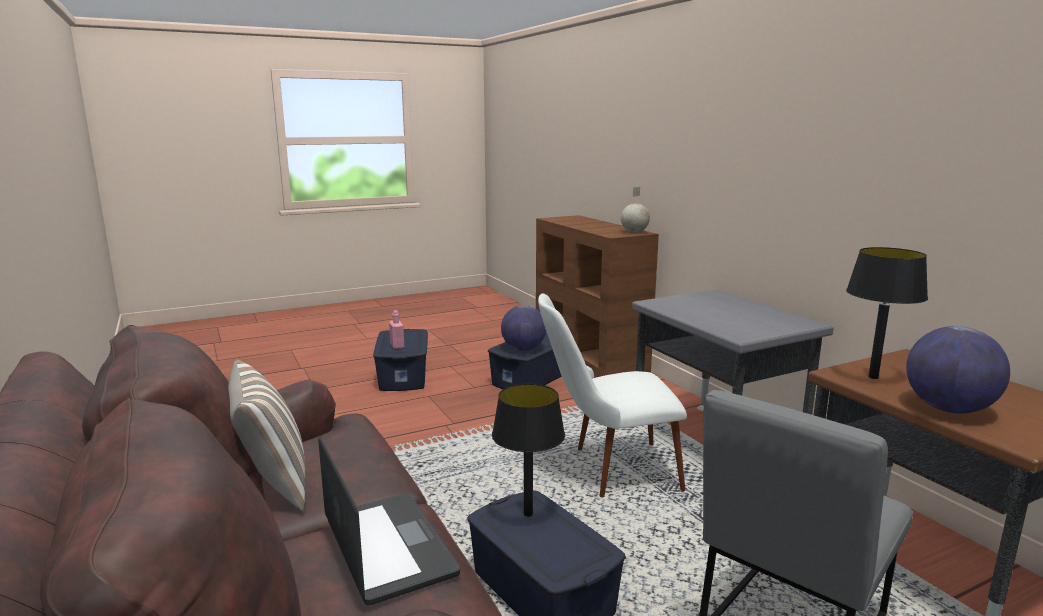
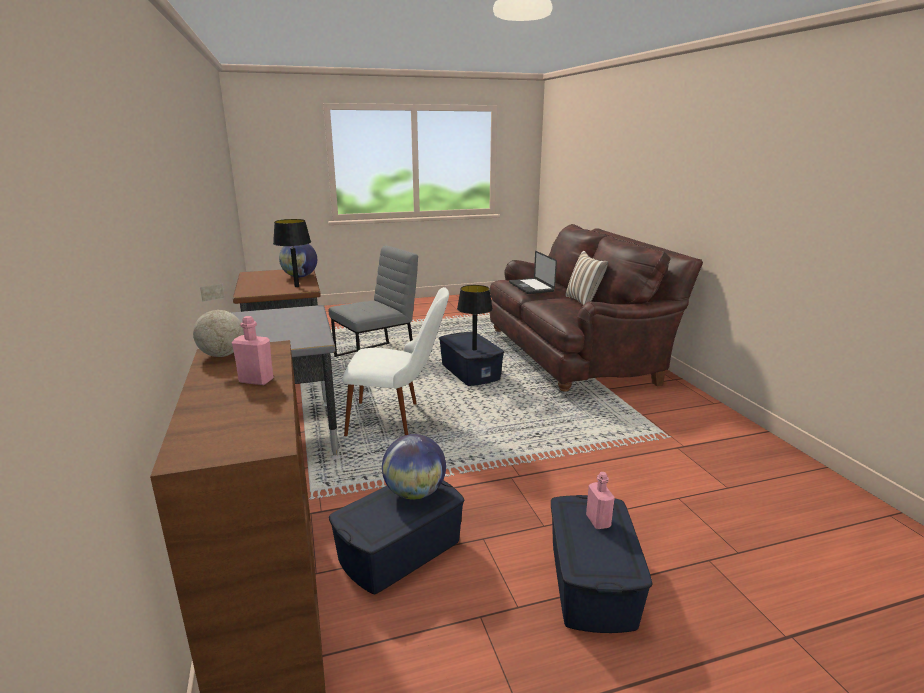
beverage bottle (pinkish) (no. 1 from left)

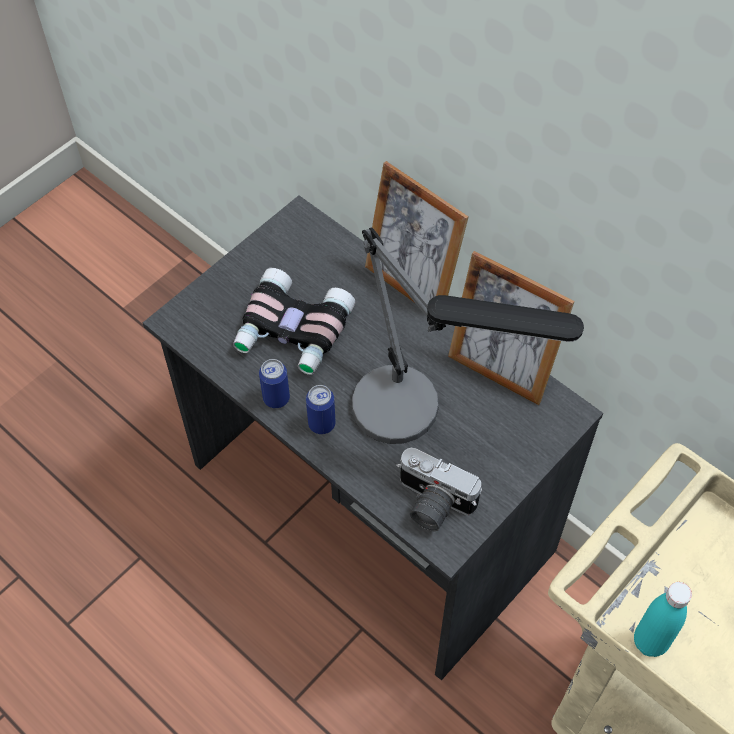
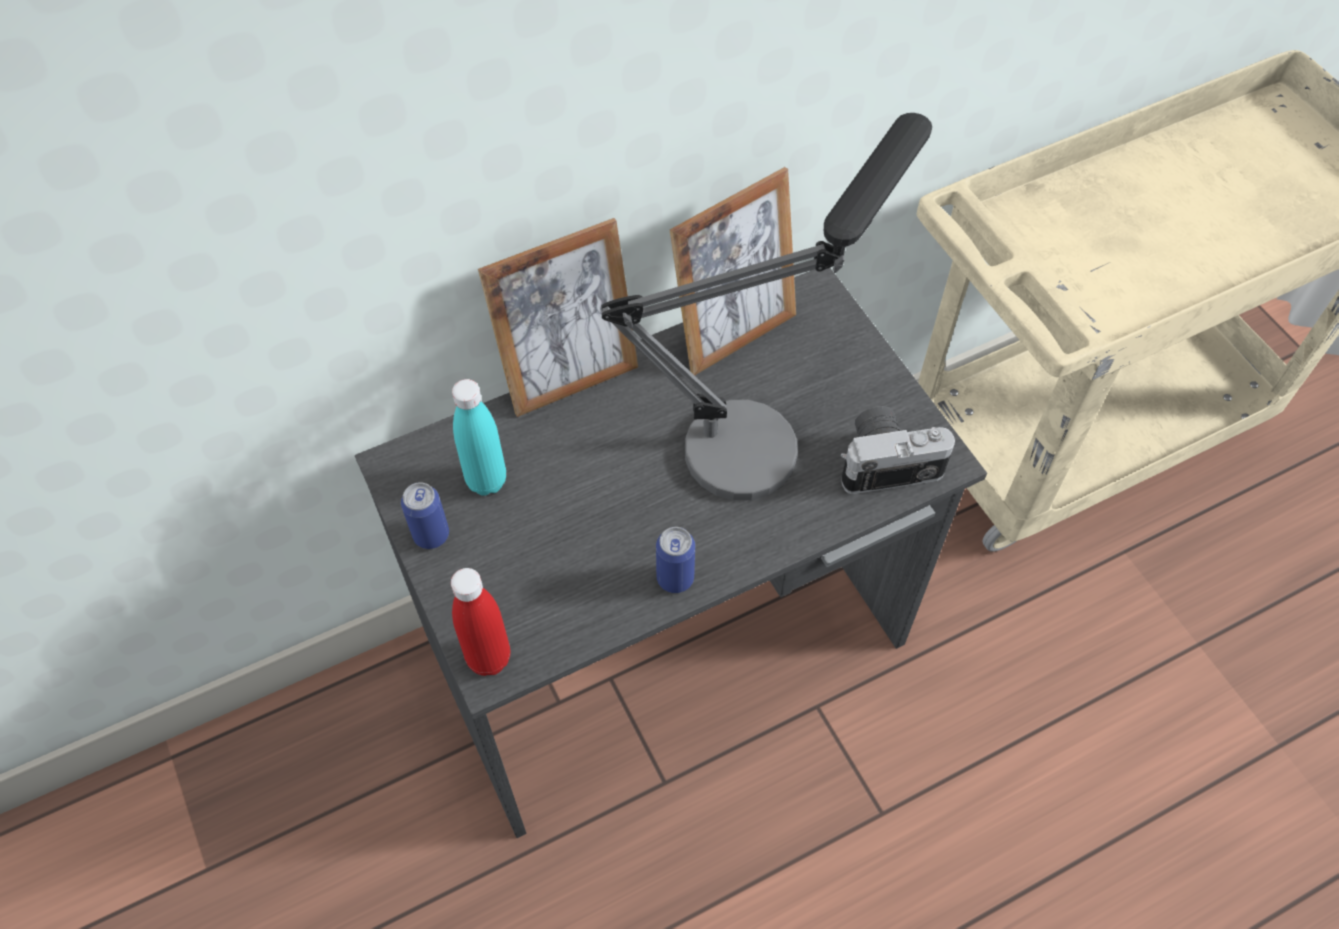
pair of binoculars
metal can (no. 1 from left)
still camera
beverage bottle (turquoise)
beverage bottle (red)

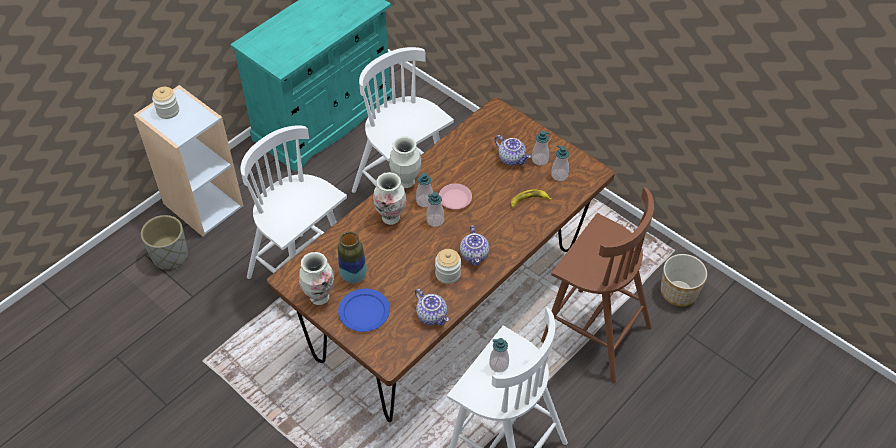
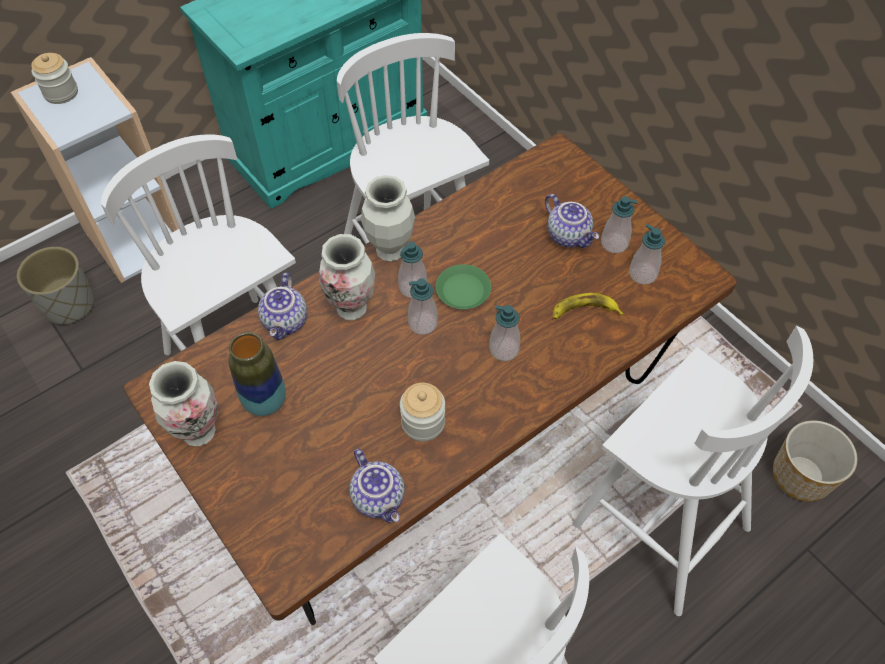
flat dish (greenish)
stool (white) (no. 4 from left)
teapot (no. 1 from left)
flat dish (blue-coloured)
liquid soap bottle (no. 3 from left)

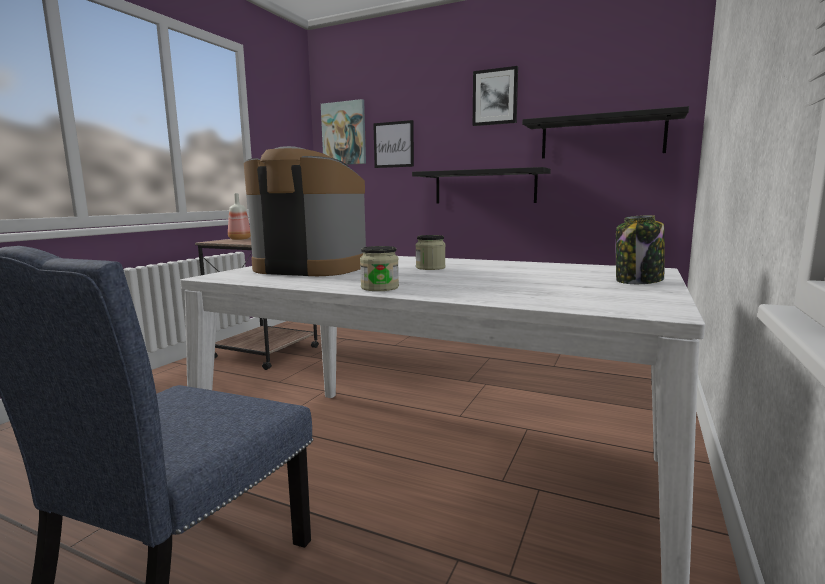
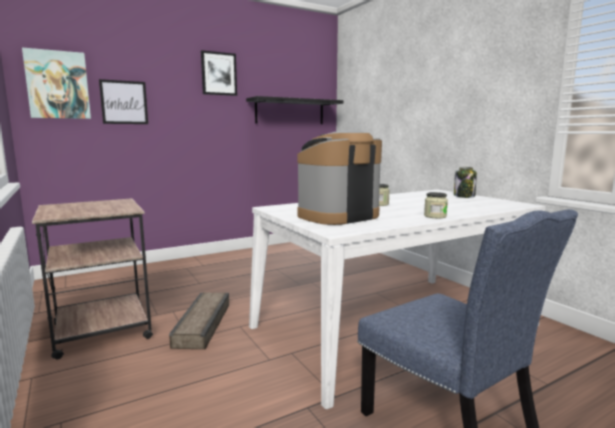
bracket shelf (black-coloured) (no. 1 from left in the first image)
beverage bottle
packing crate

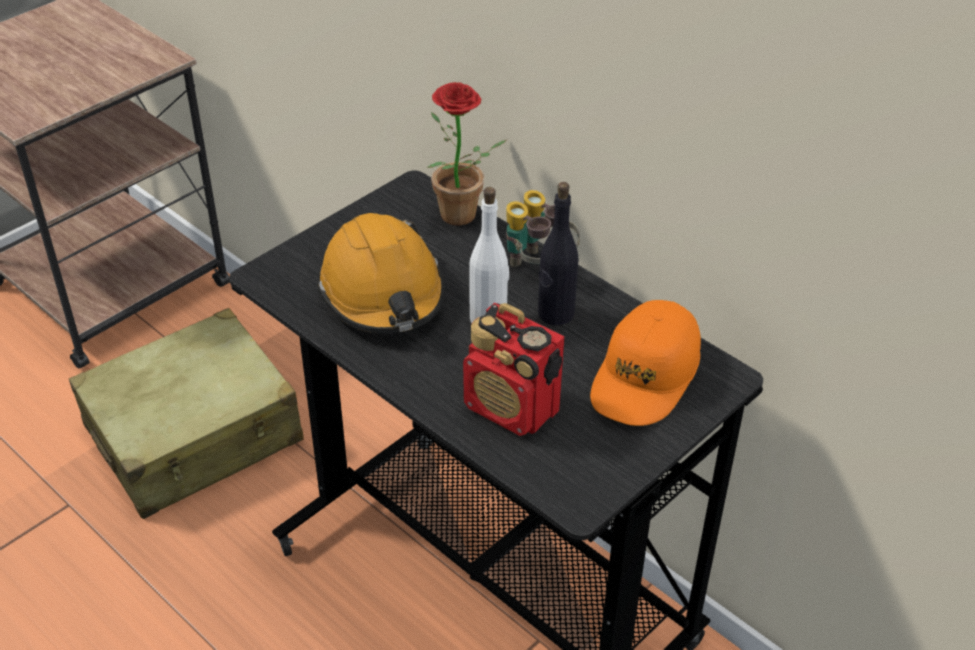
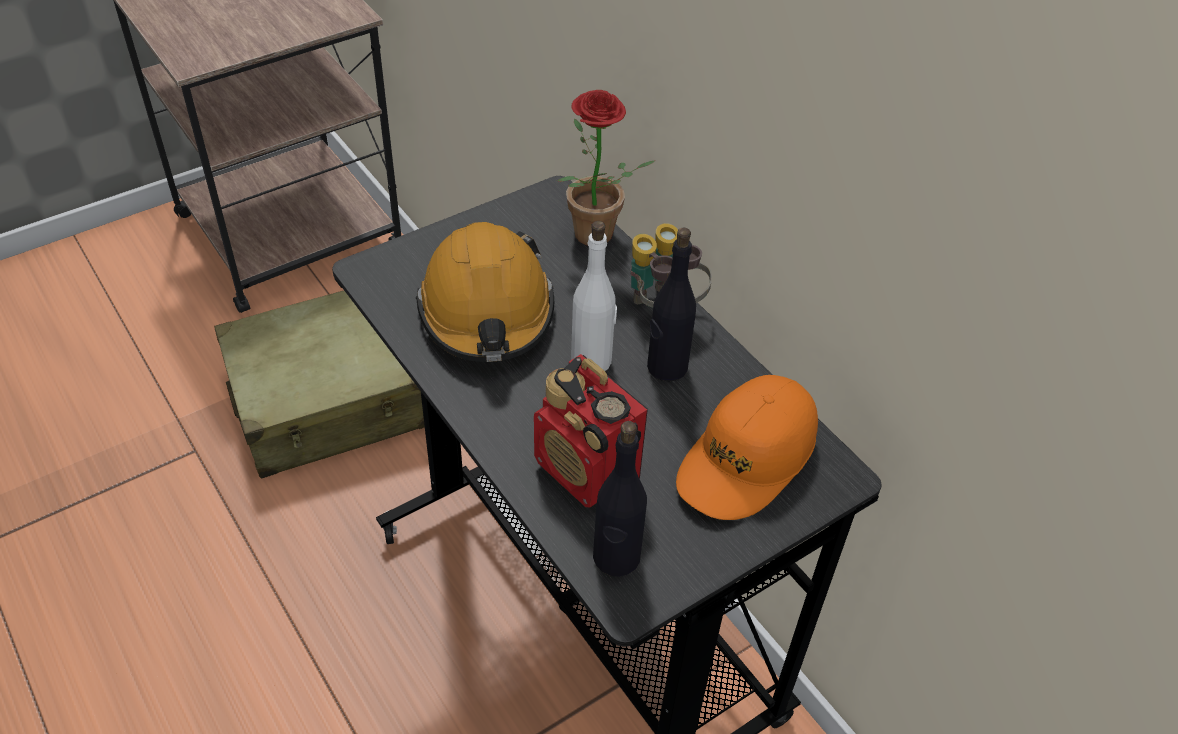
beverage bottle (black-coloured) (no. 1 from left)

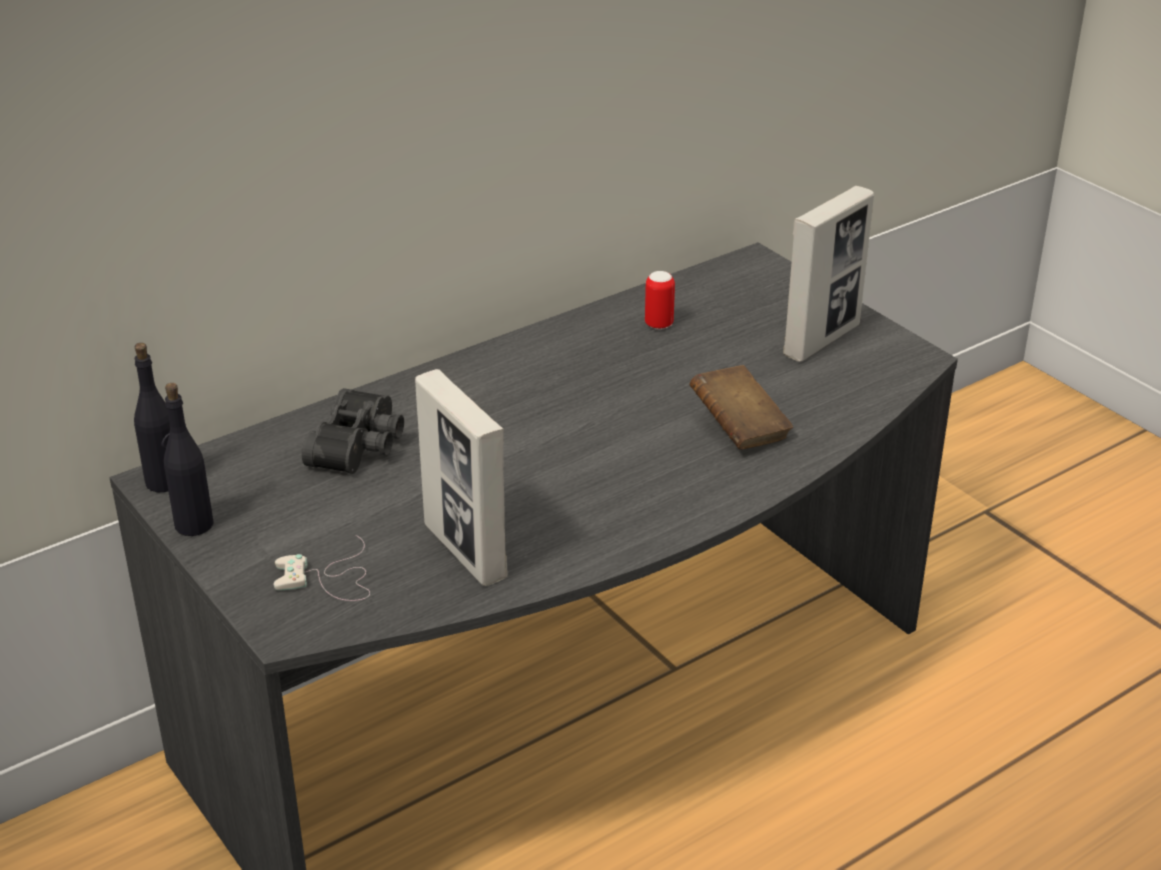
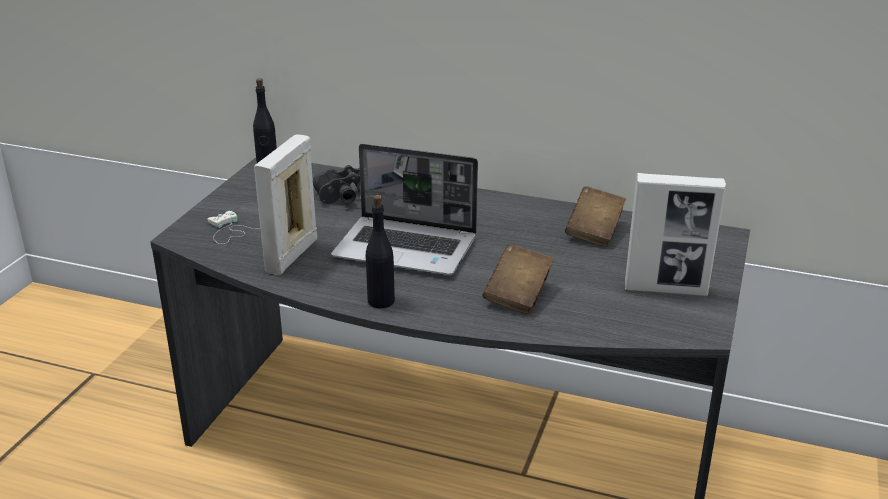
volume (brown-coloured) (no. 2 from left)
beverage bottle (black-coloured) (no. 2 from left)
portable computer

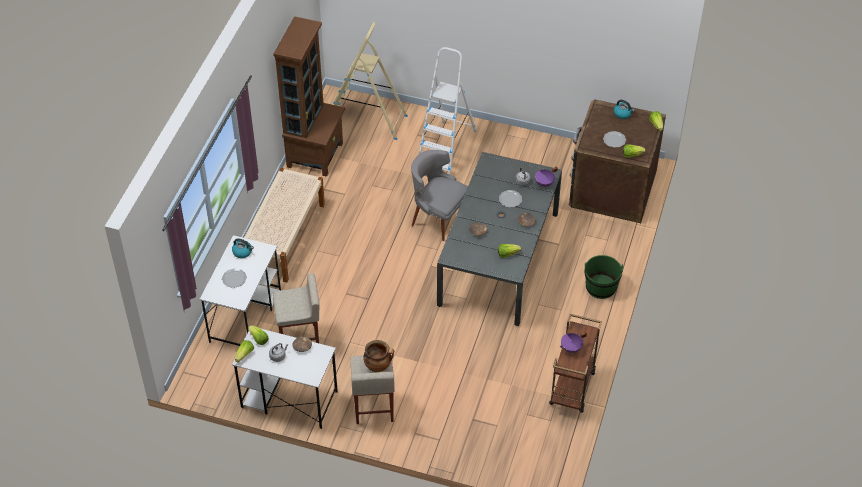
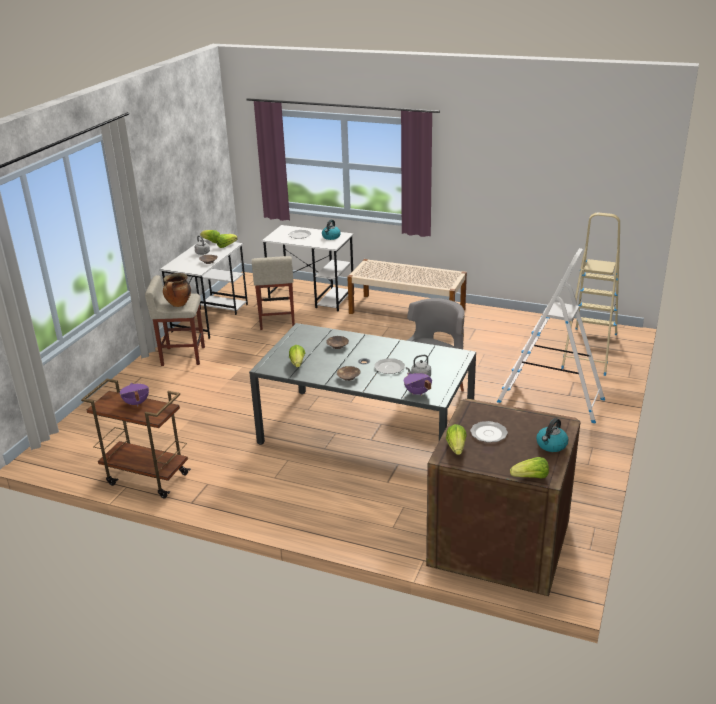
cabinet (brown-coloured)
water bucket (greenish)

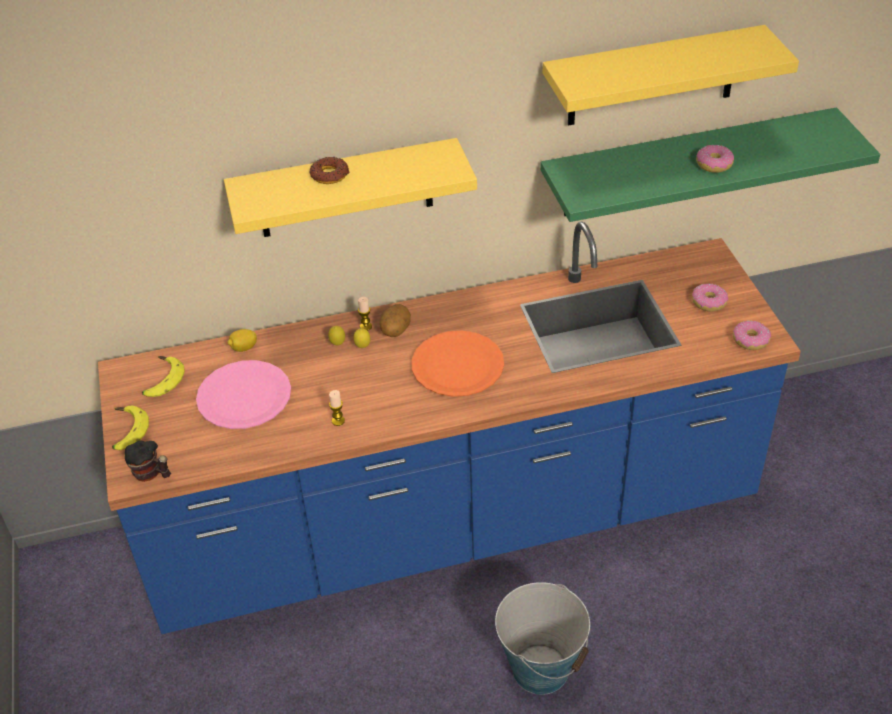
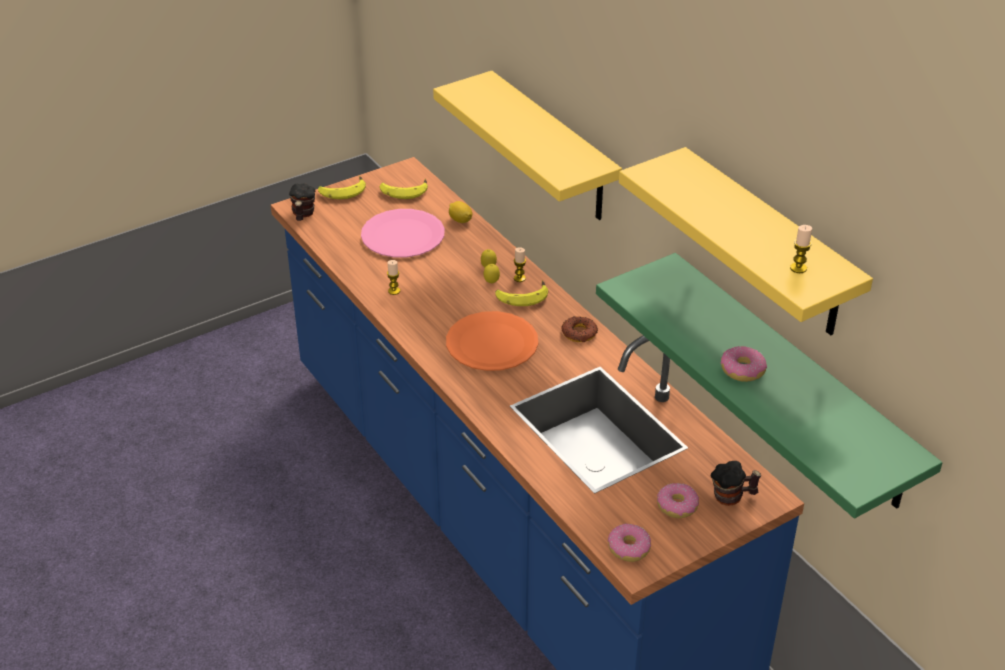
donut (no. 1 from left)
whole banana (no. 3 from left)
water bucket
wax light (no. 3 from left)
mug (no. 2 from left)

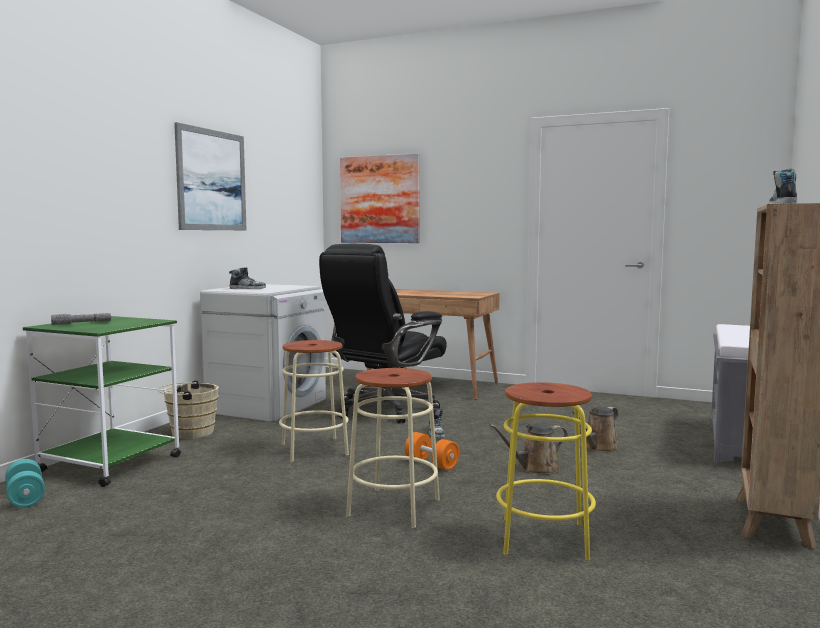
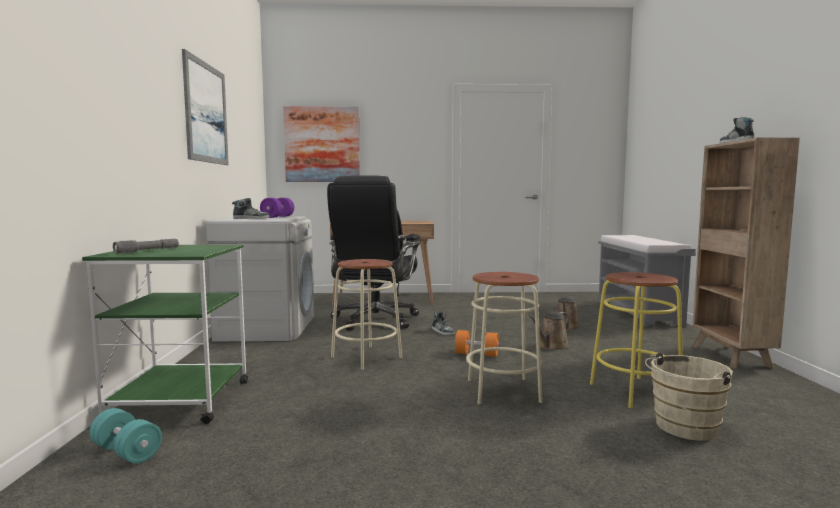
water bucket (sand-coloured)
hand weight (purple)

